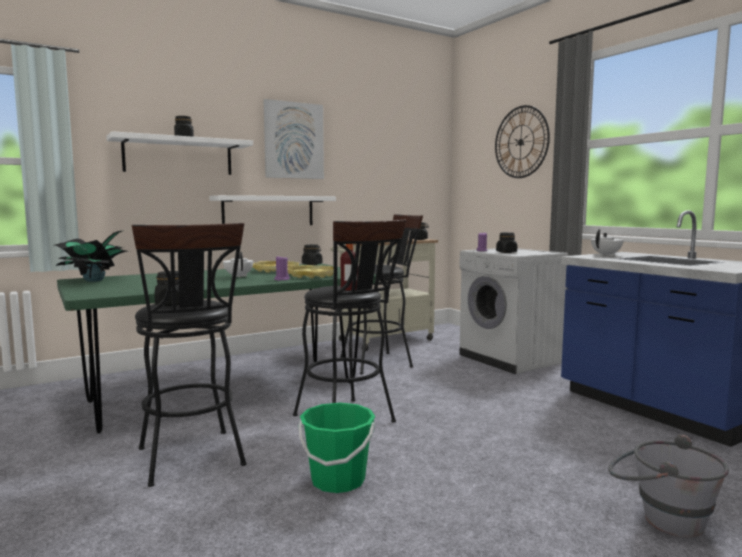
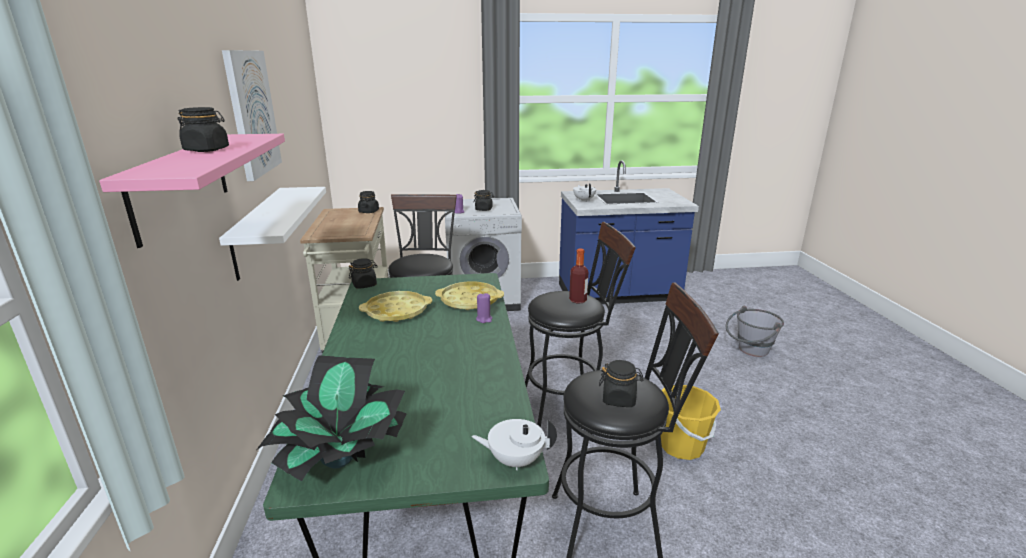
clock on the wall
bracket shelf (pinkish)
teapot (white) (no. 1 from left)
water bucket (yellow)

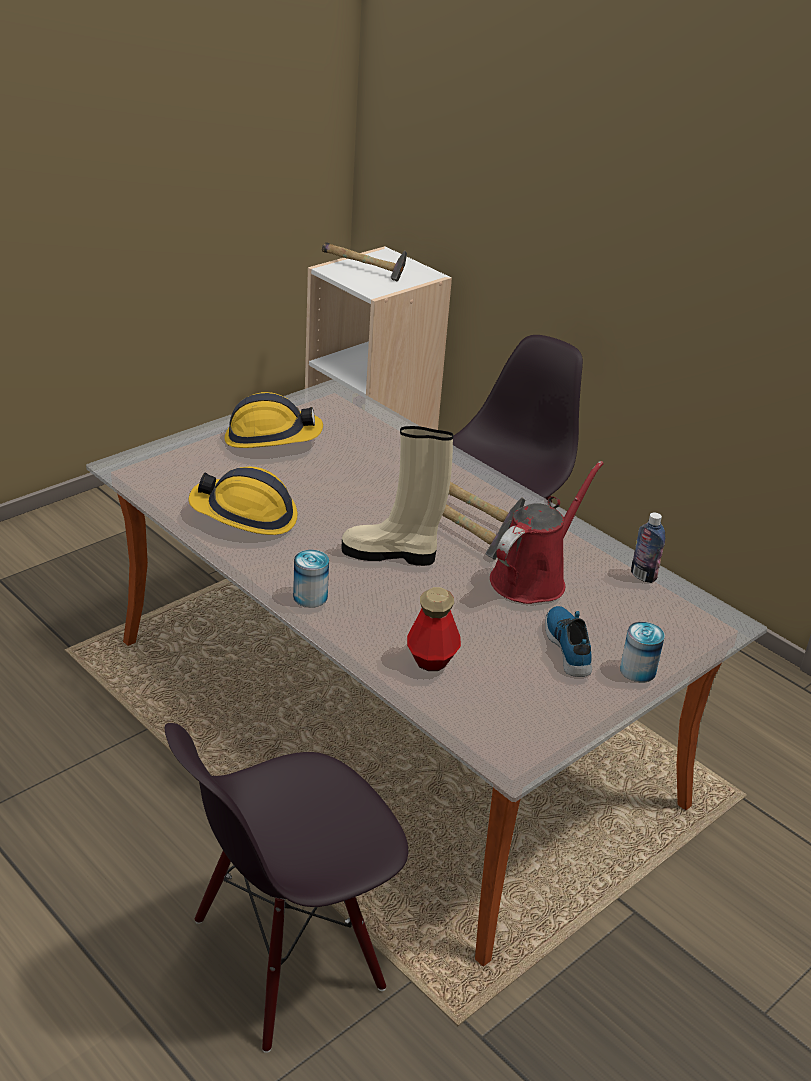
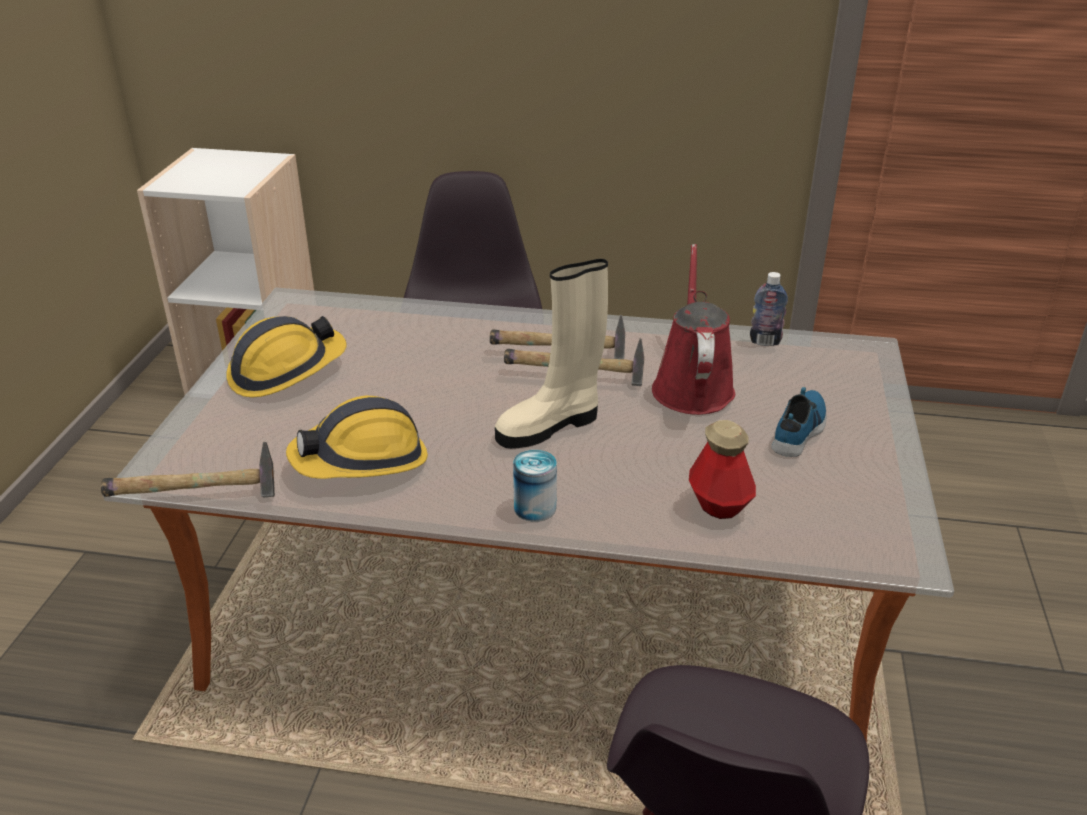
hand hammer (no. 1 from left)
shoe
metal can (no. 2 from left in the first image)

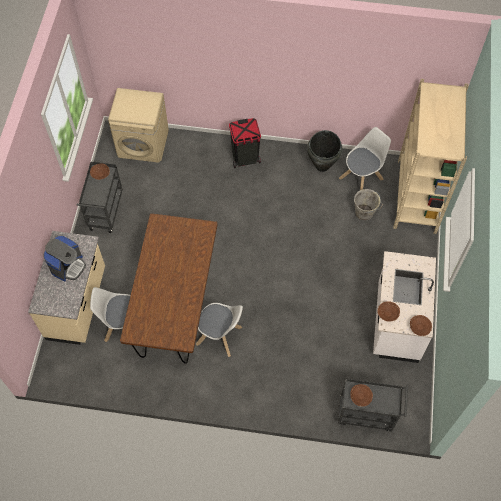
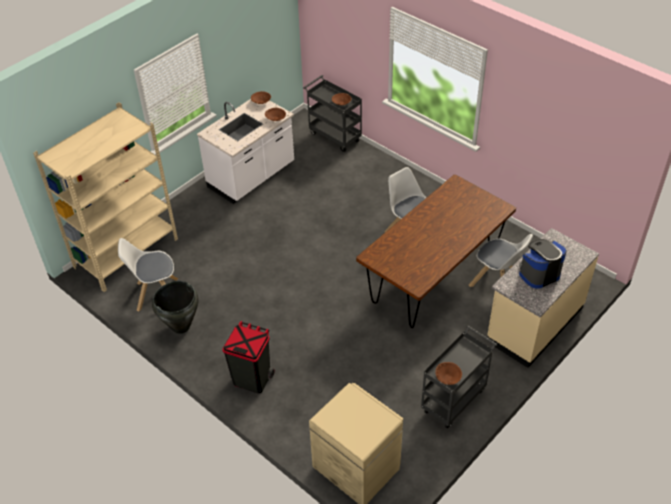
water bucket (greyish)

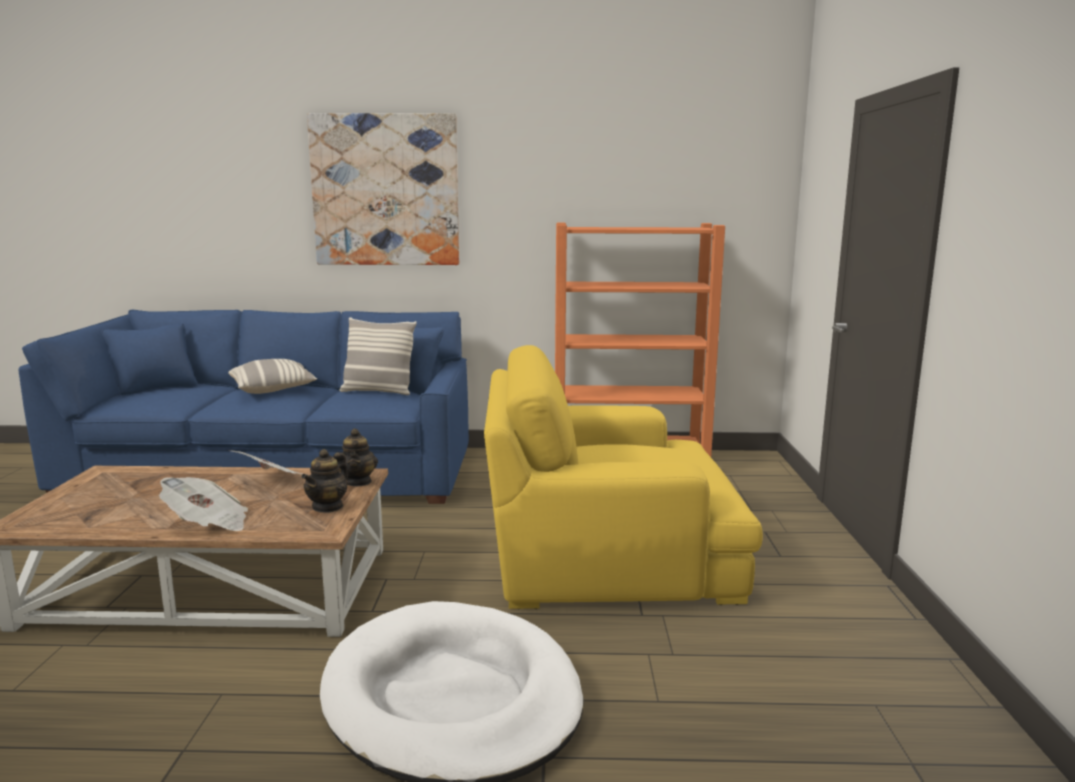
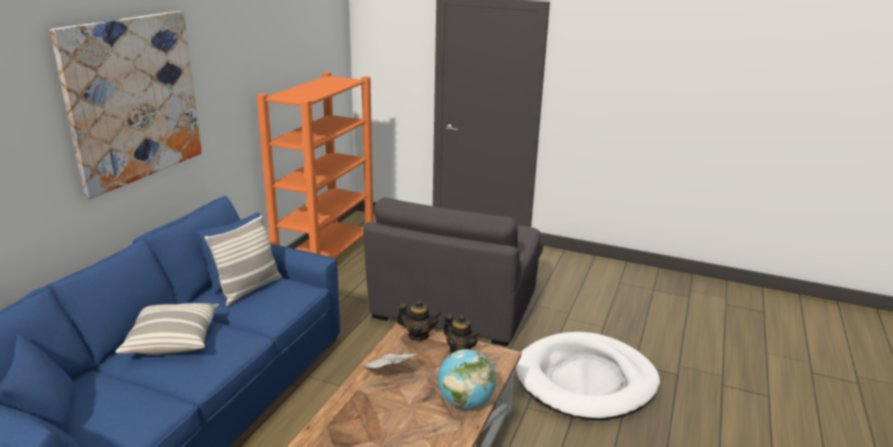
easy chair (greyish)
globe

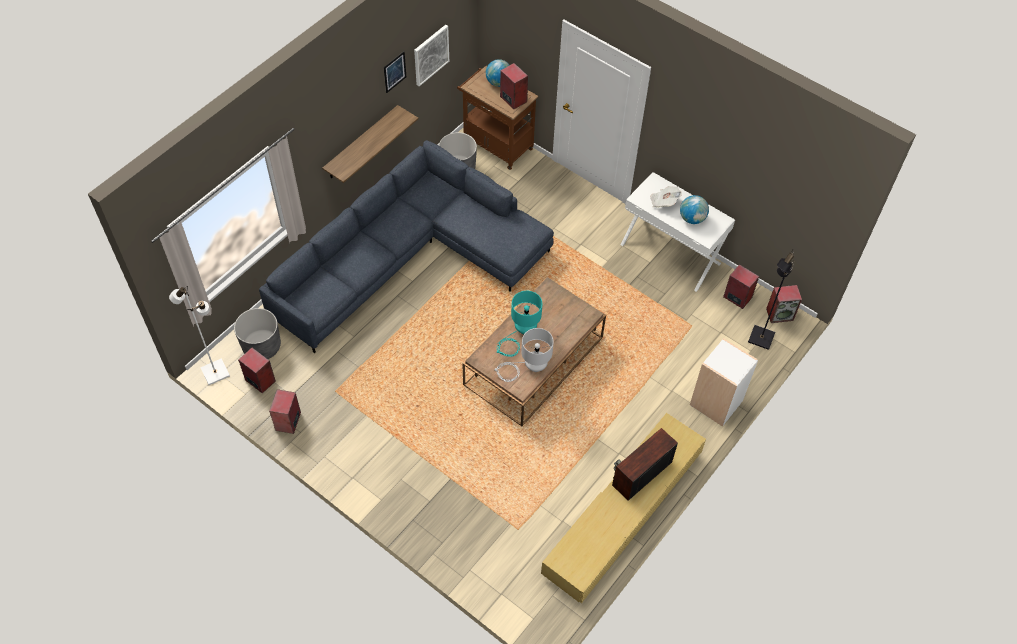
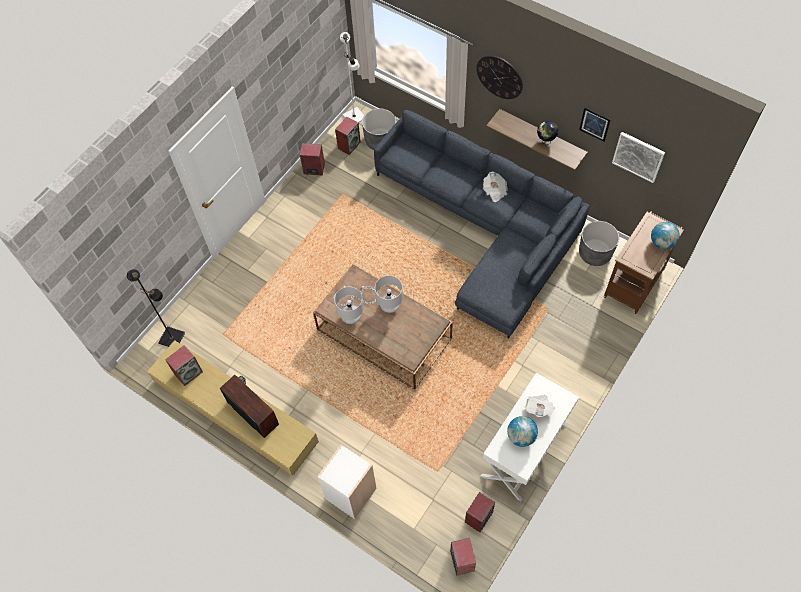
audio speaker (no. 1 from left)
standing lamp (black-coloured)
table lamp (greyish) (no. 2 from left)
clock on the wall
globe (no. 2 from left)
printed paper (no. 1 from left)

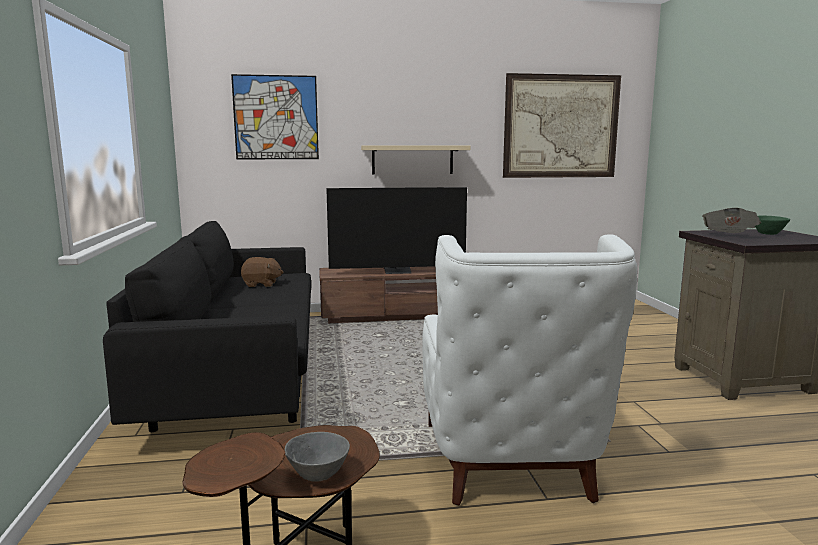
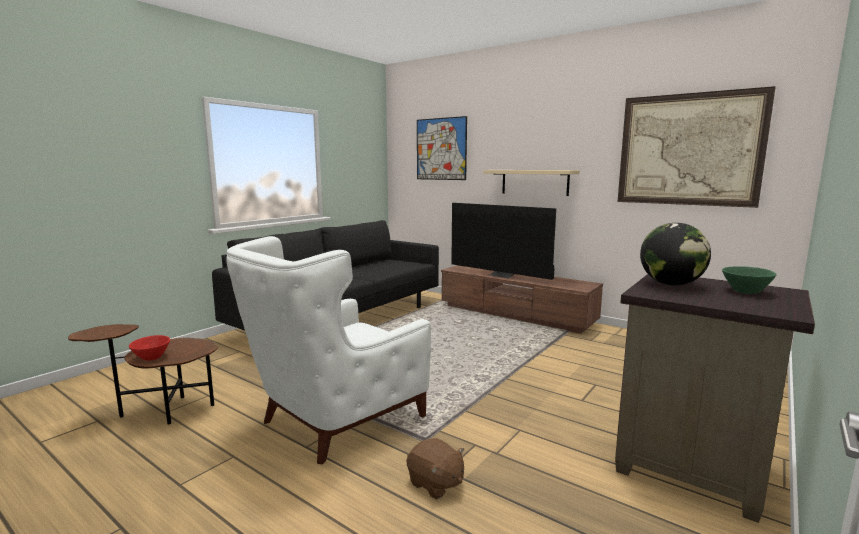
globe
soft toy (brown-coloured)
deep dish (red)

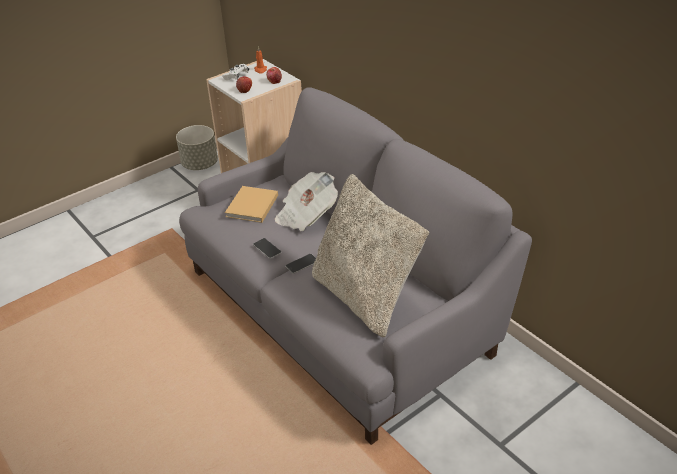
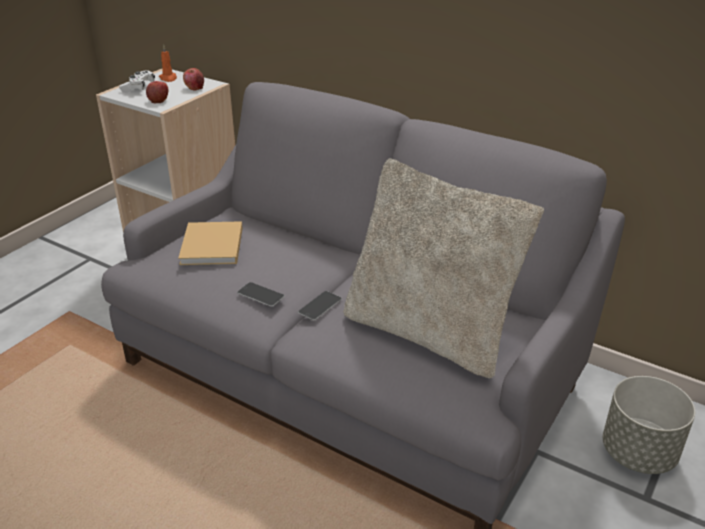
planter (greyish)
printed paper

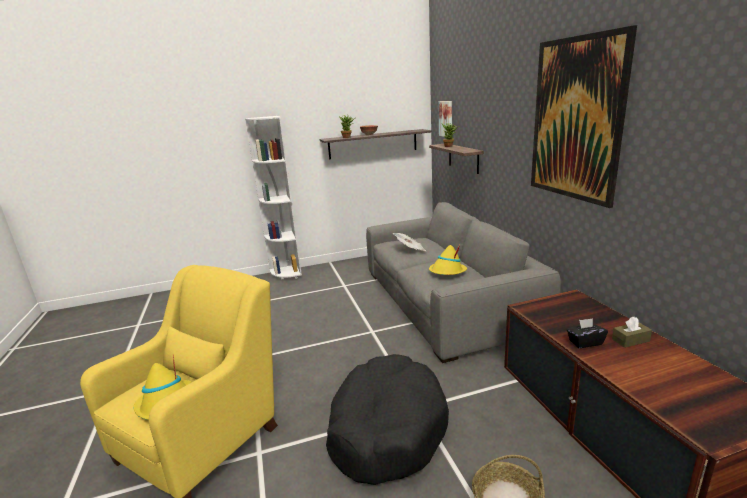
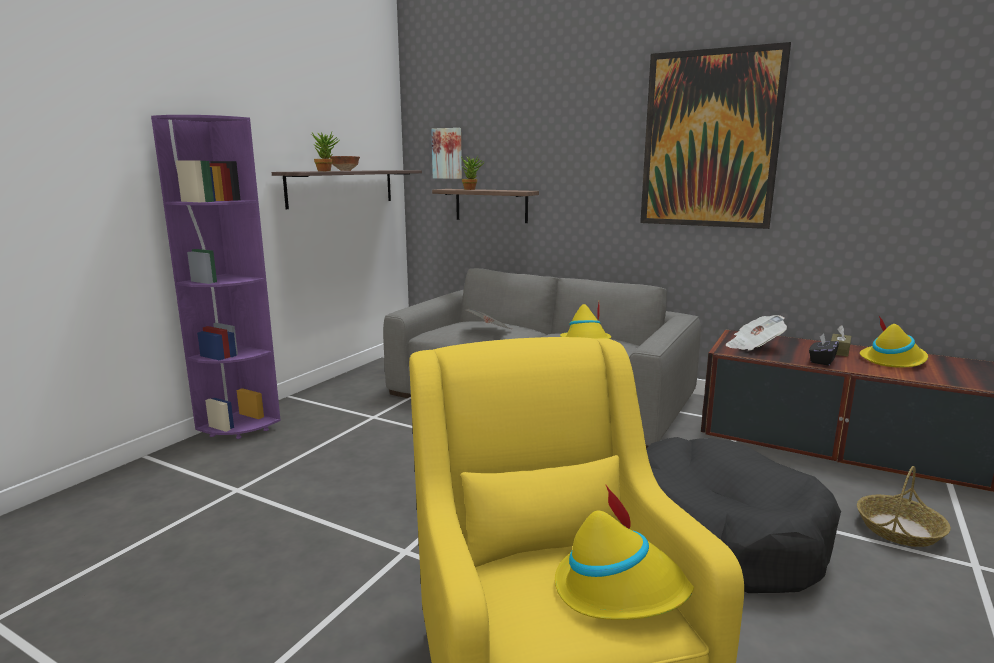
shelving unit (purple)
printed paper (no. 2 from left)
hat (yellow) (no. 3 from left)

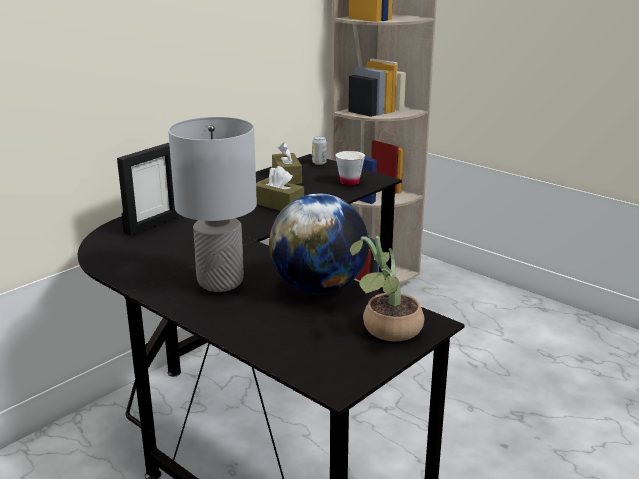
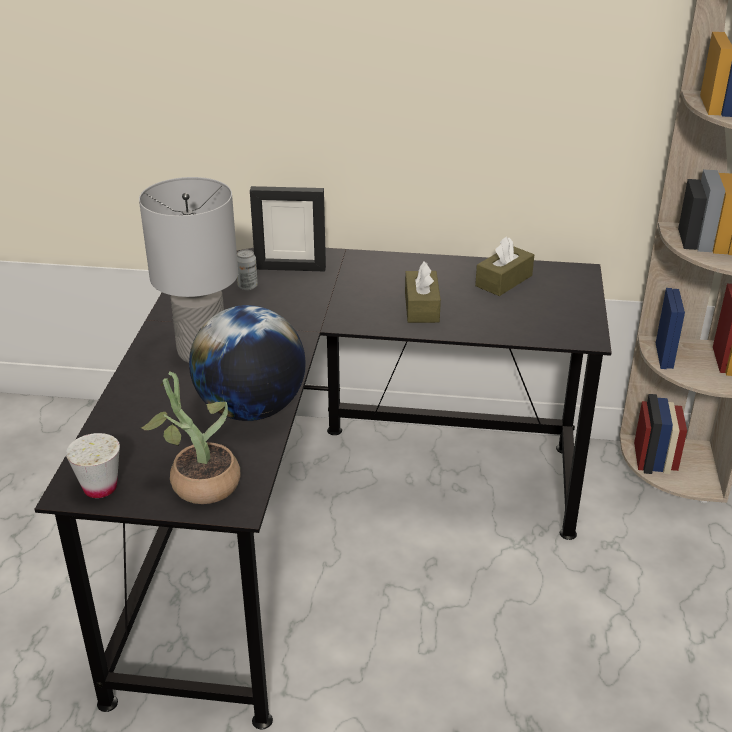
metal can
small cup (white)

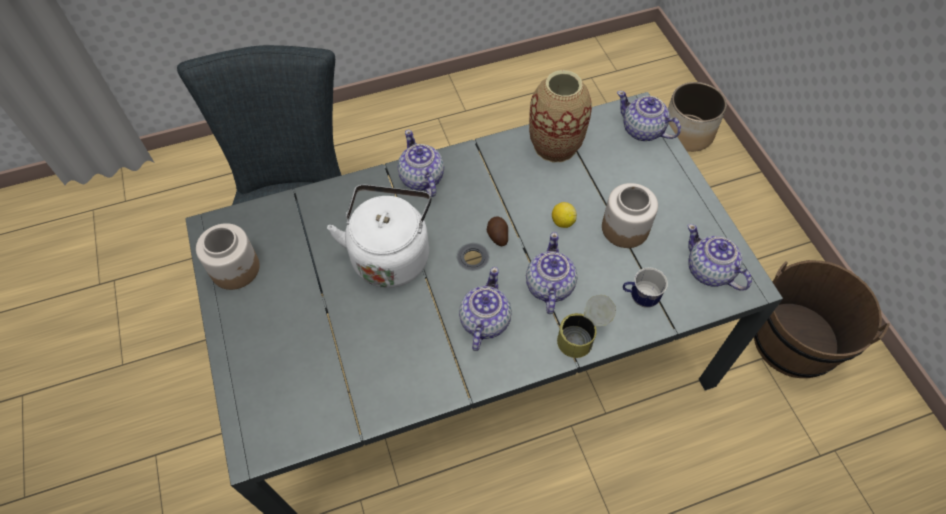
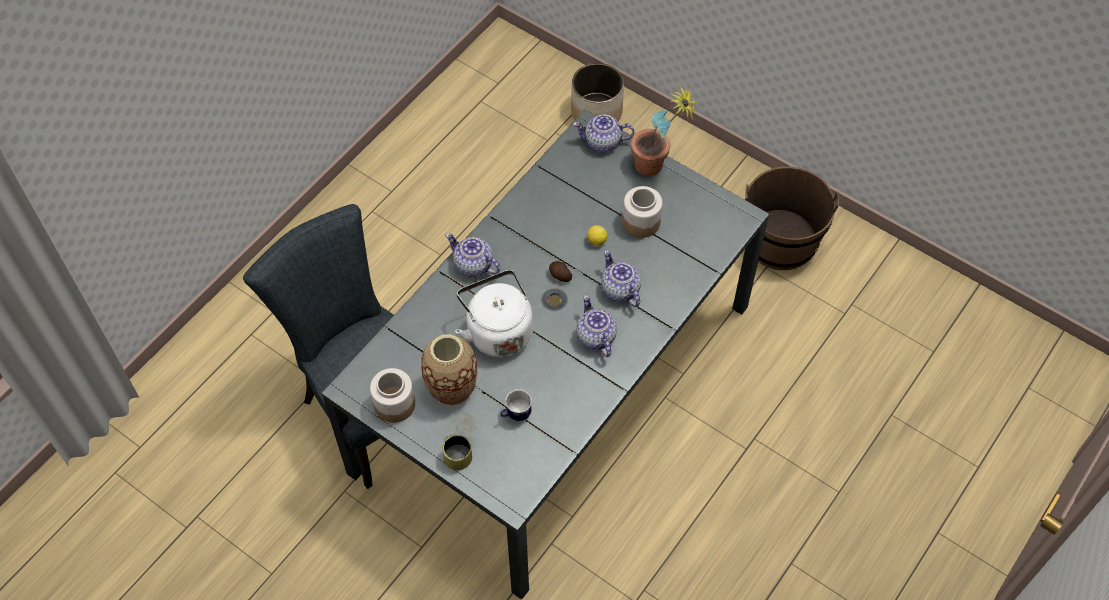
vase
teapot (no. 5 from left in the first image)
mug
metal can
houseplant

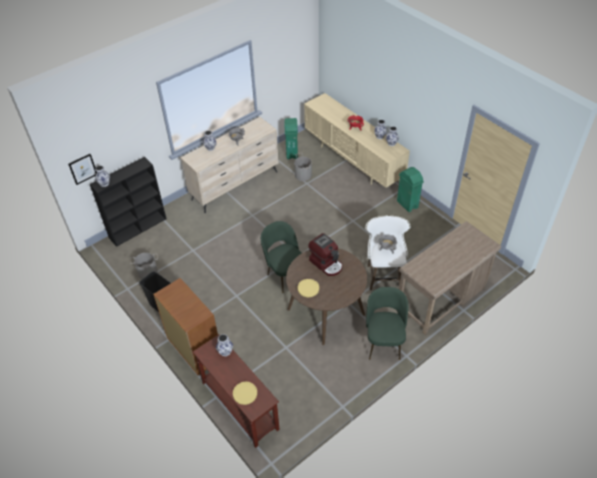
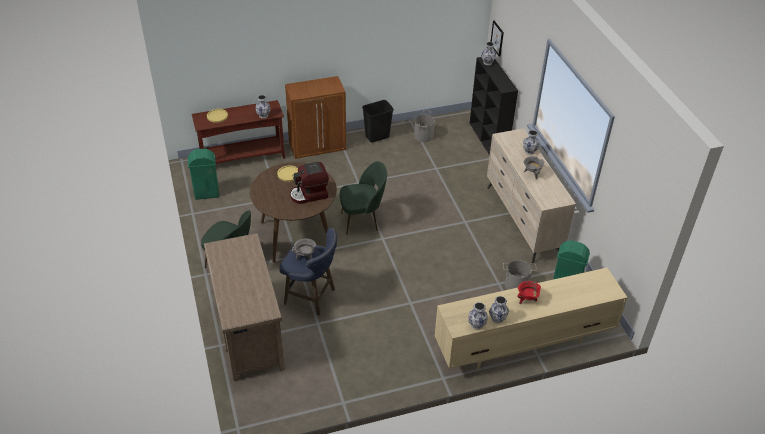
rubbish bin (greenish) (no. 1 from left)
stool (blue-coloured)

